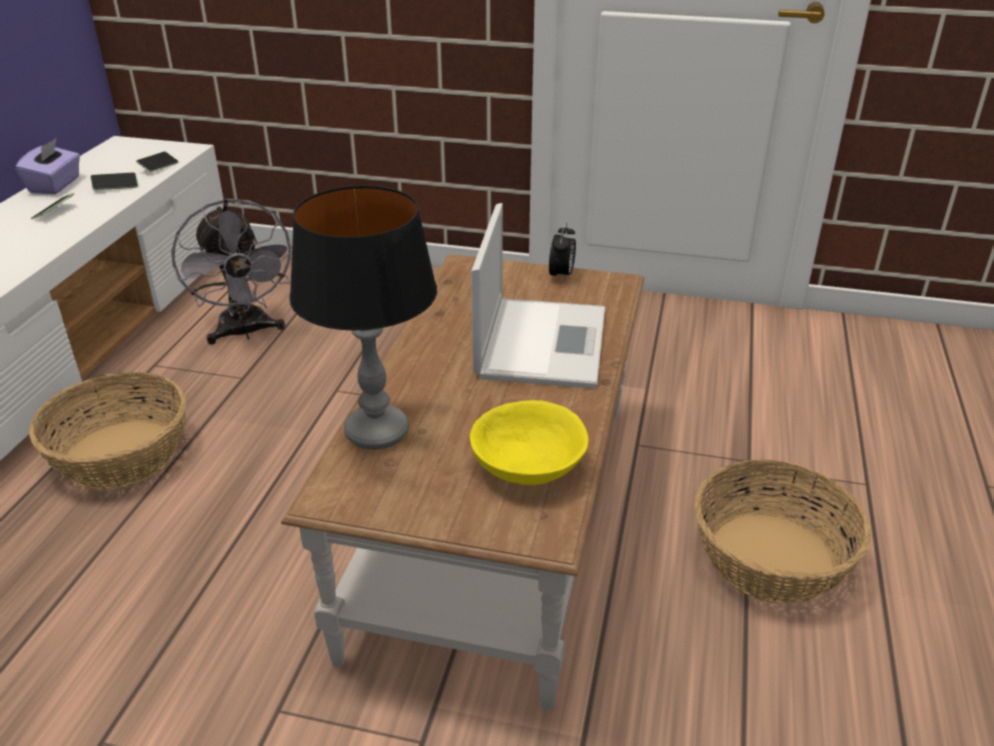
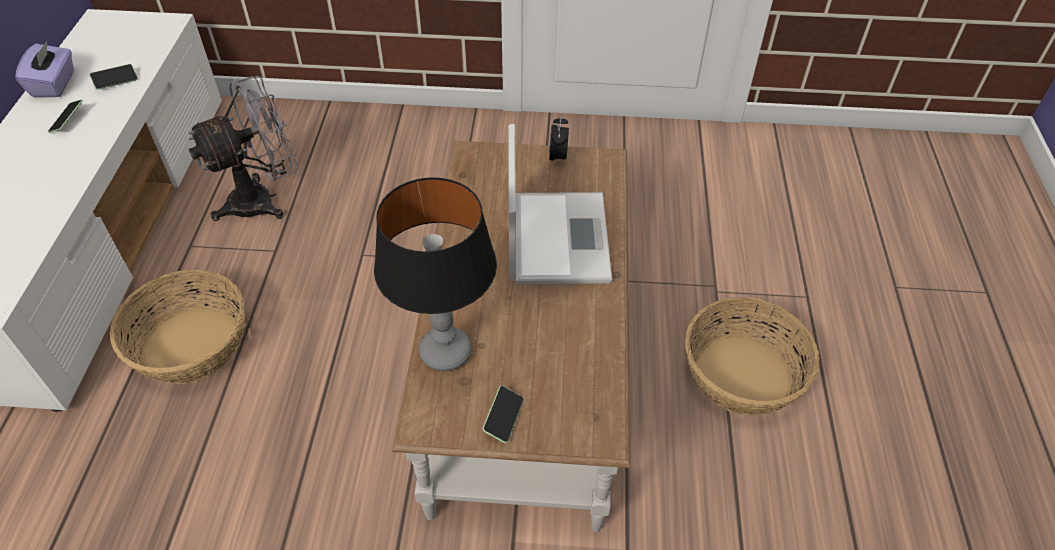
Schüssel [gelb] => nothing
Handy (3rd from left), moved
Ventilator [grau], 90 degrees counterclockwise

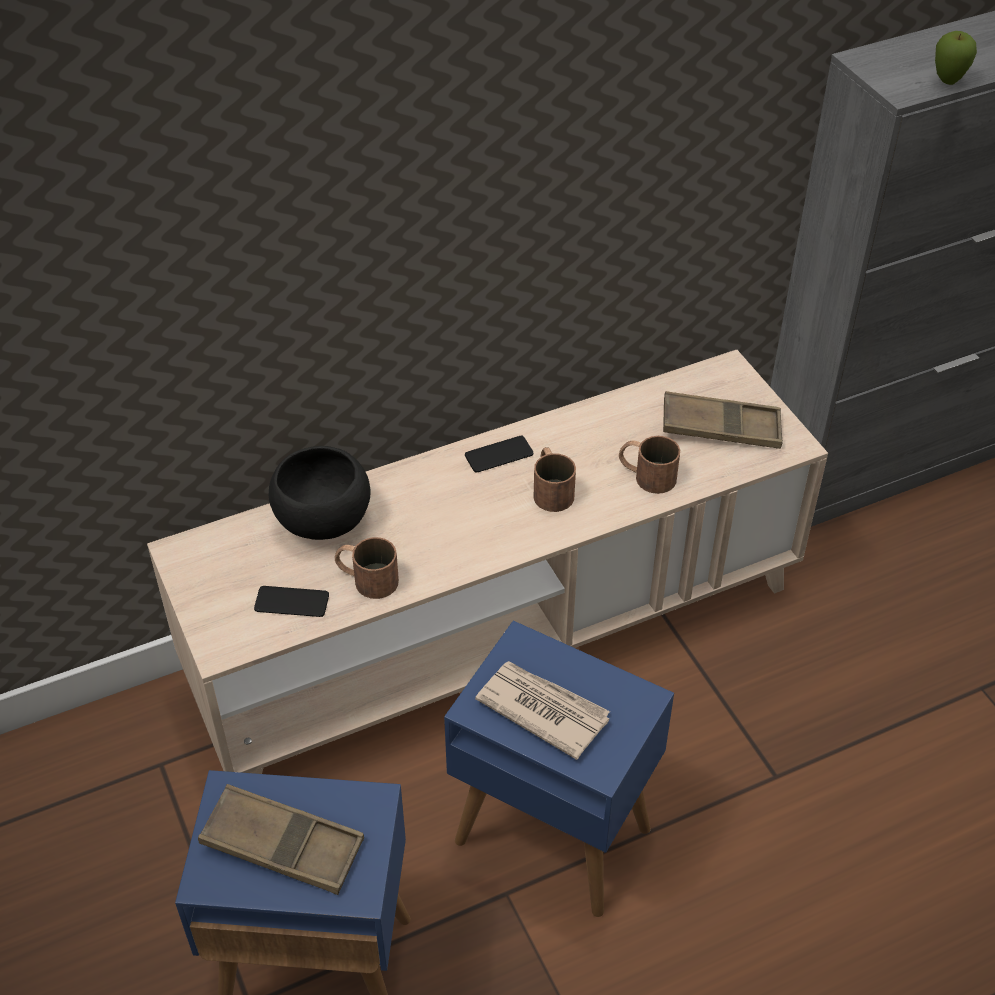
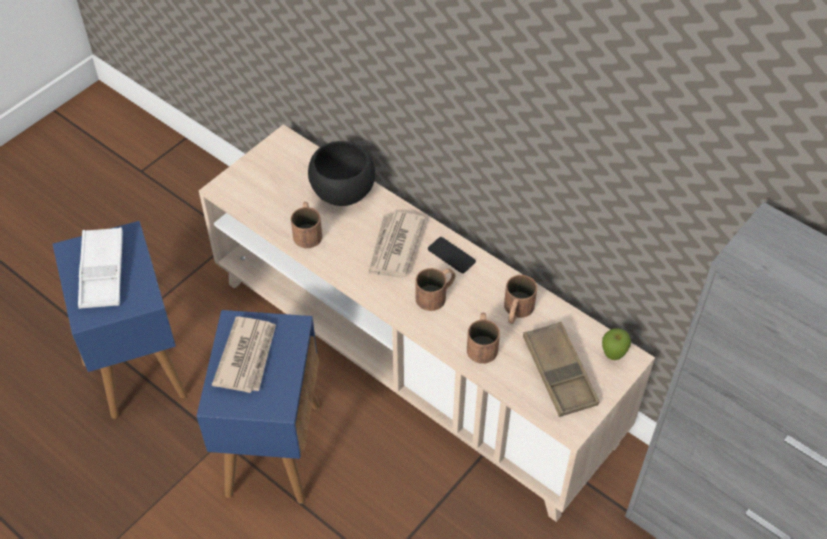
Handy (1st from left) => nothing
nothing => Zeitung (2nd from left)
nothing => Henkelbecher [braun] (4th from left)
Apfel, moved
Tablett [braun] (1st from left) => Tablett [weiß]

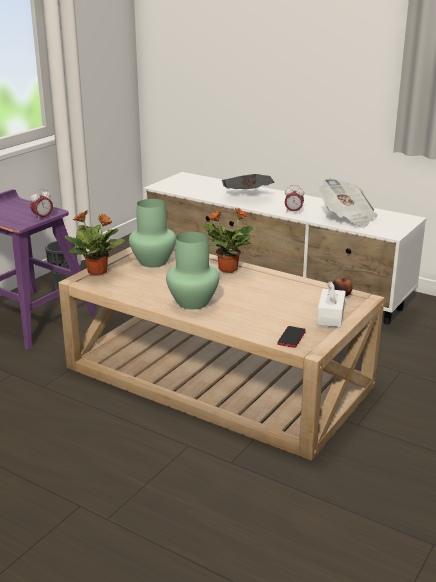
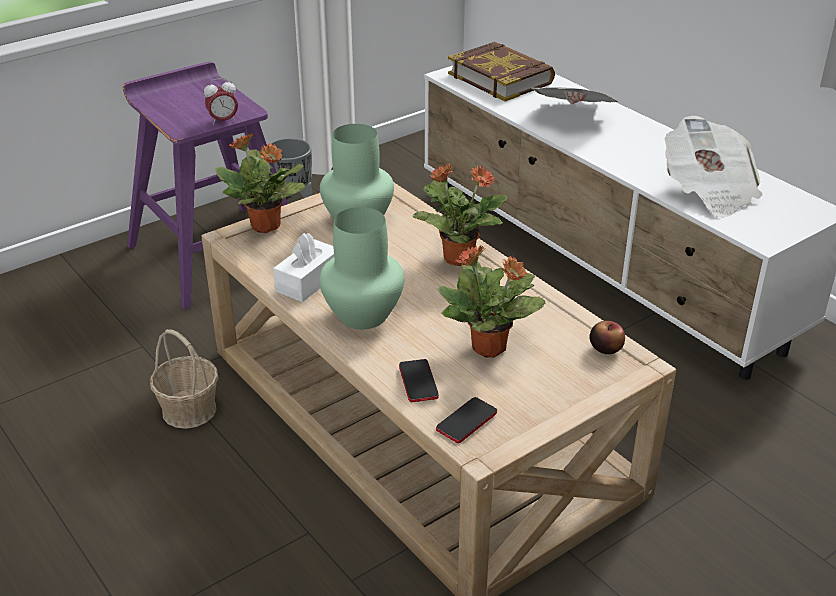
Wecker (2nd from left) => nothing
nothing => Korb
nothing => Handy (1st from left)
nothing => Topfpflanze (3rd from left)
nothing => Buch
Taschentuchbox [weiß], moved

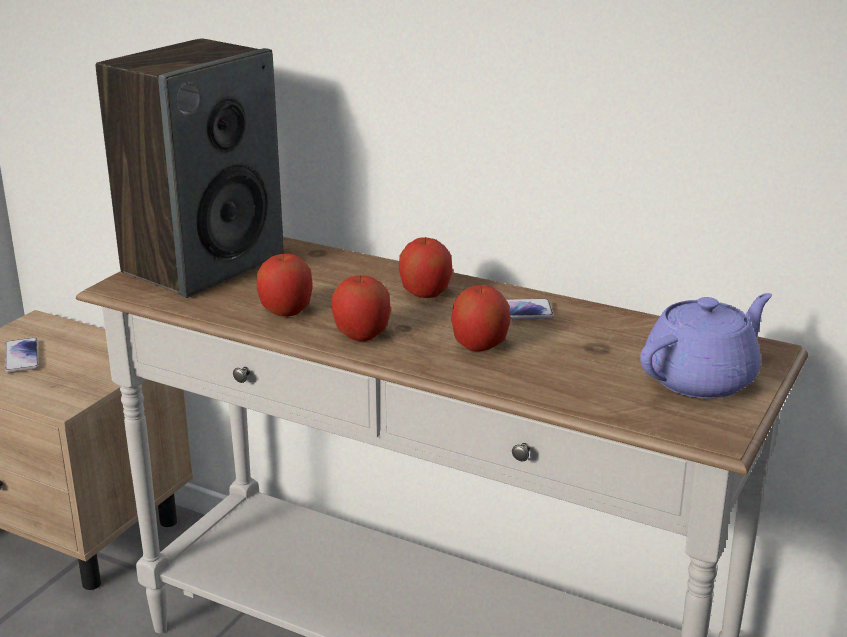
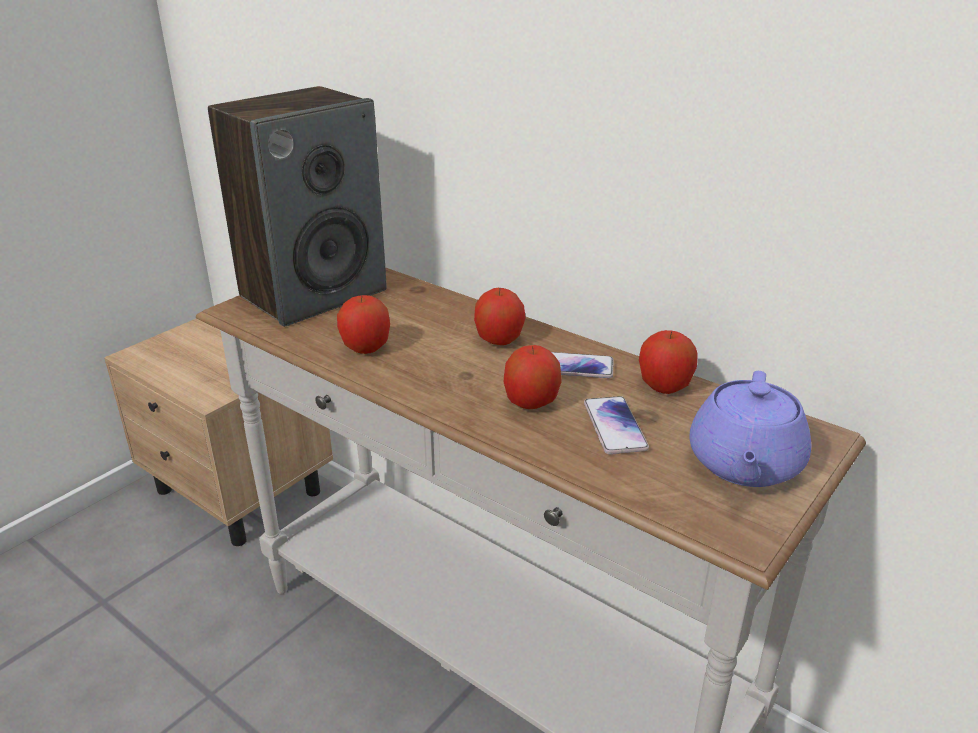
Handy (1st from left in the first image) => Handy (2nd from left), moved
Apfel (2nd from left in the first image) => Apfel (4th from left), moved
Teekanne [lila], 135 degrees clockwise

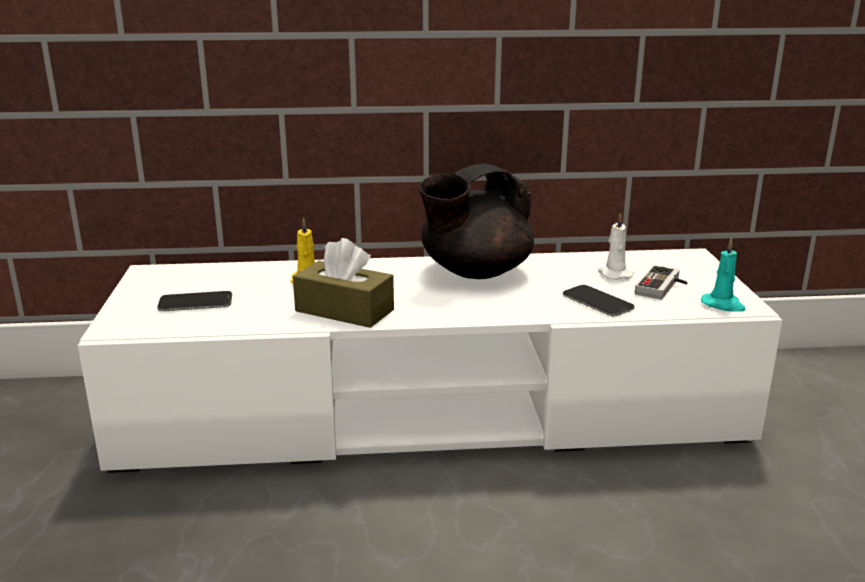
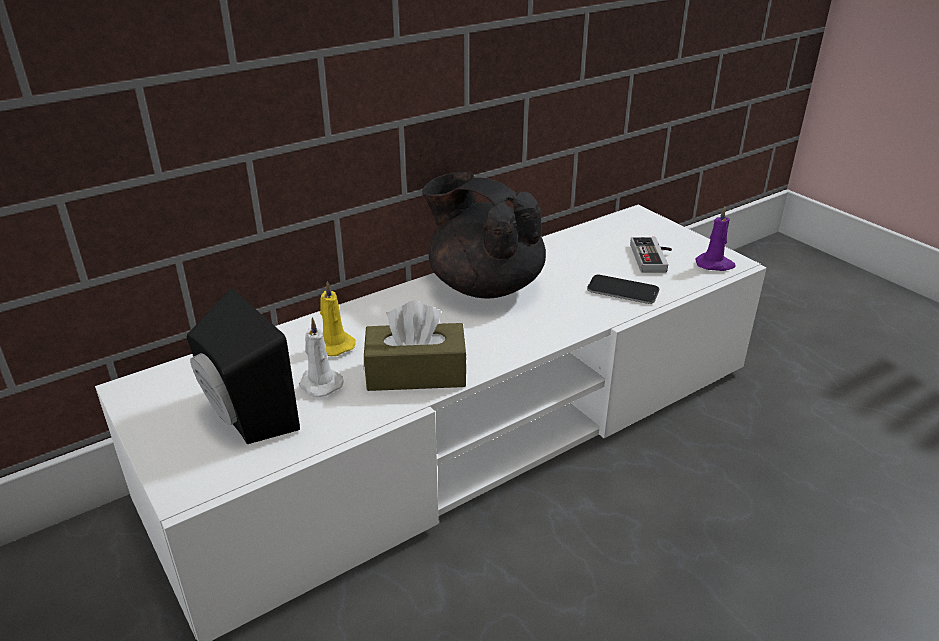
Kerze [weiß], moved
Handy (1st from left) => Lautsprecher [schwarz]
Kerze [türkis] => Kerze [lila]
Teekanne [schwarz], 105 degrees clockwise

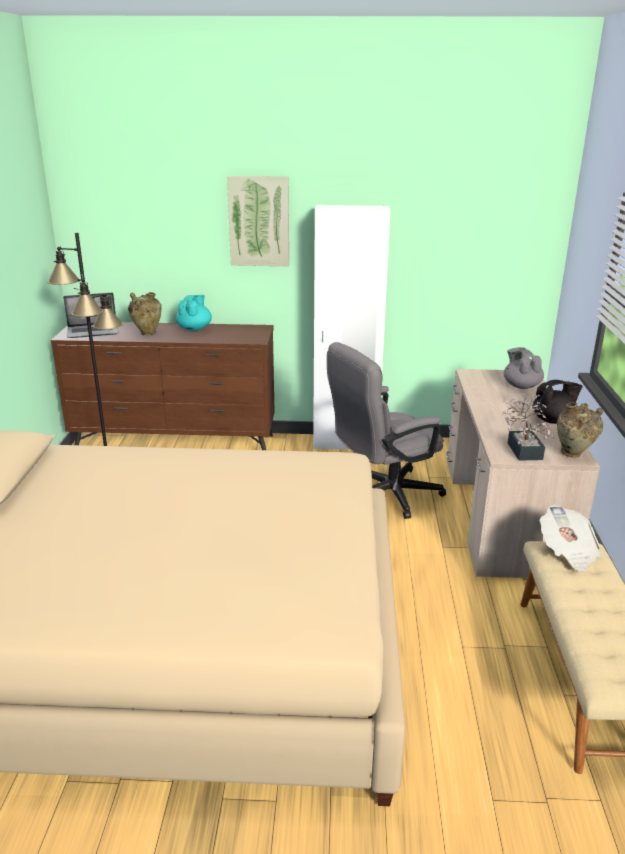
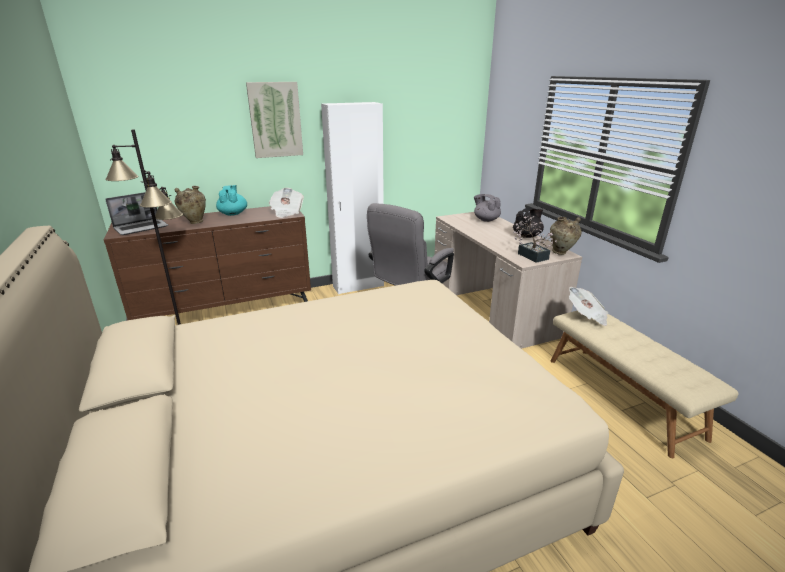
nothing => Zeitung (1st from left)

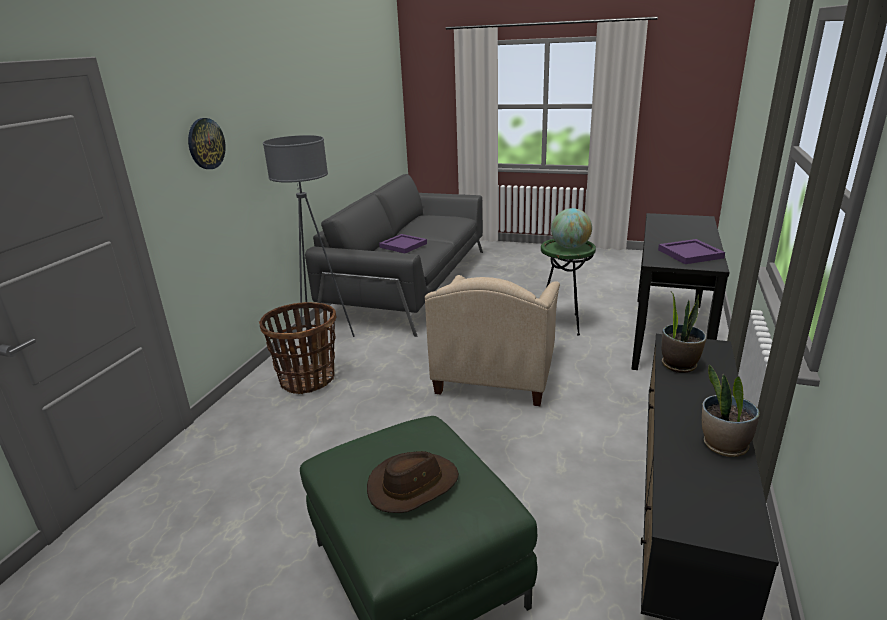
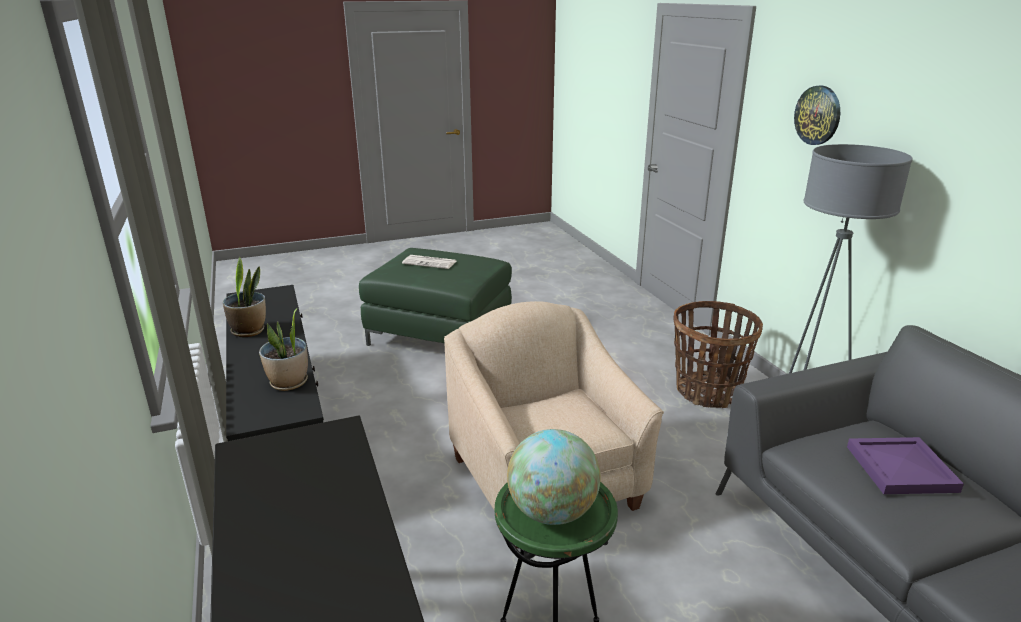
Tablett [lila] (2nd from left) => nothing
Hut [braun] => Zeitung

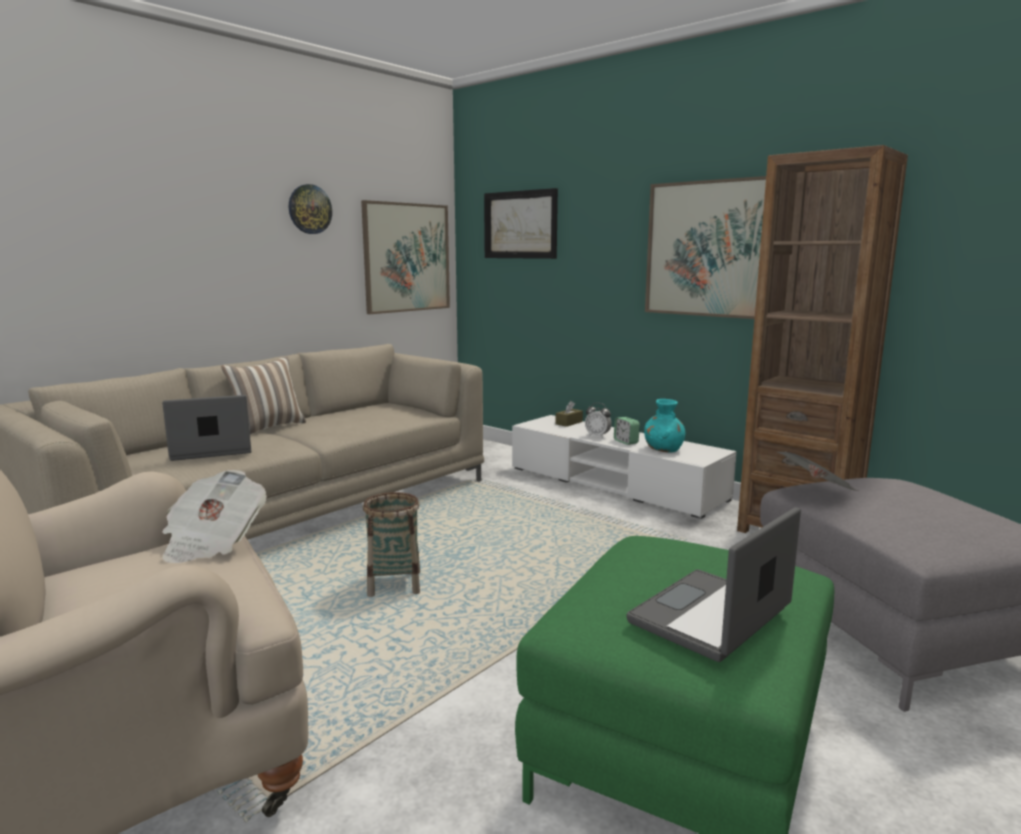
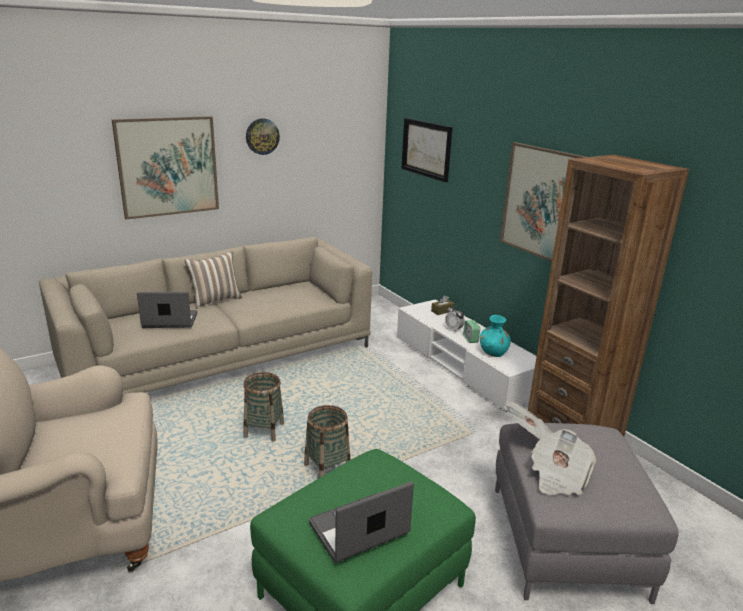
nothing => Korb (2nd from left)
Zeitung (1st from left in the first image) => Zeitung (2nd from left), moved
Bild (1st from left), moved

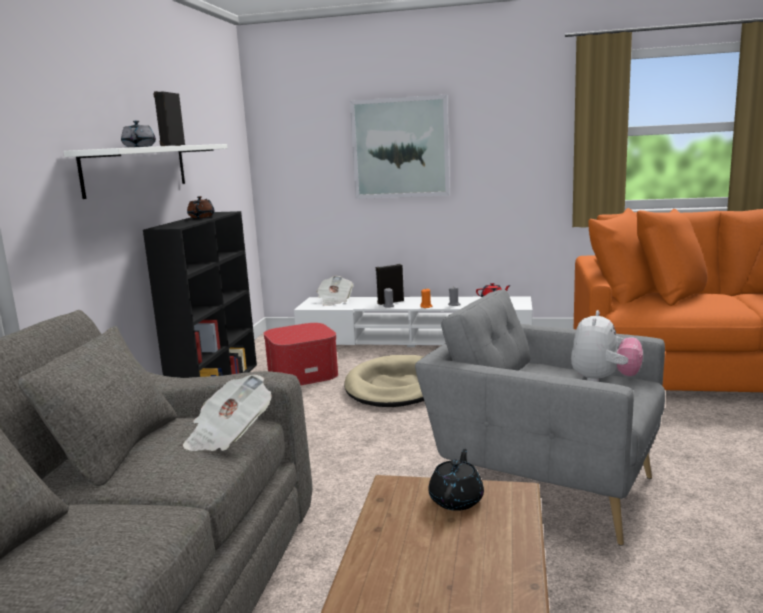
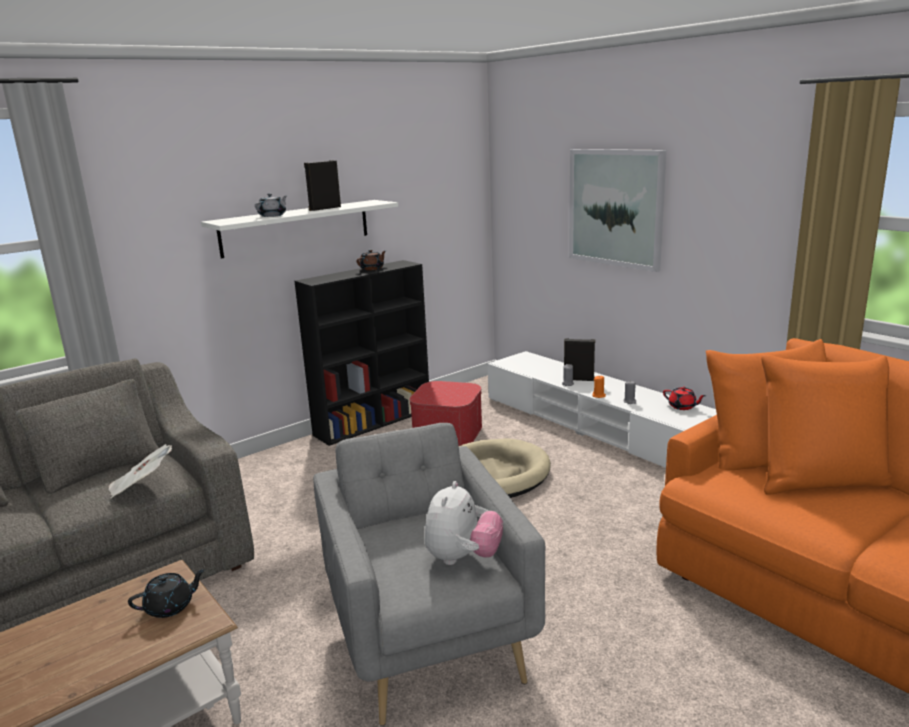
Zeitung (2nd from left) => nothing
Plüschtier, 45 degrees counterclockwise

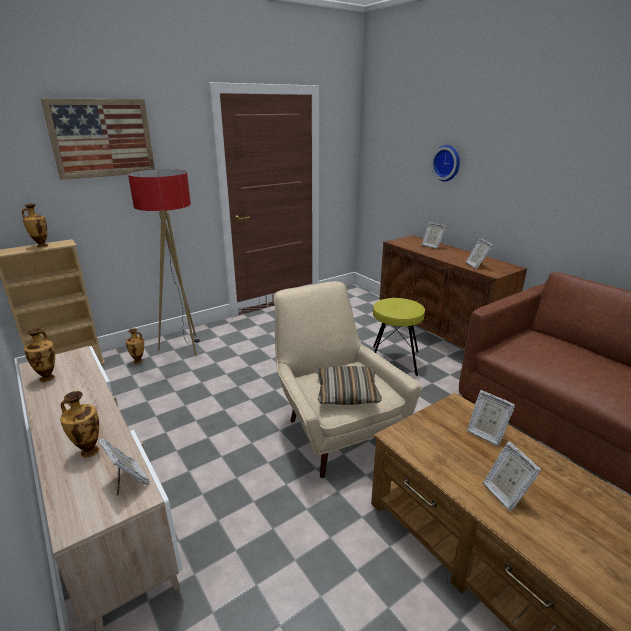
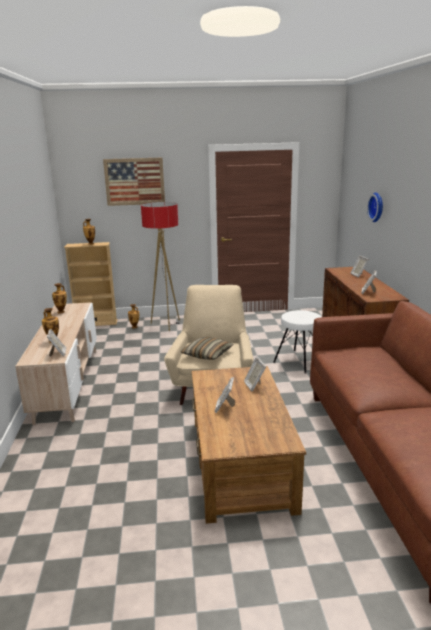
Hocker [gelb] => Hocker [weiß]

